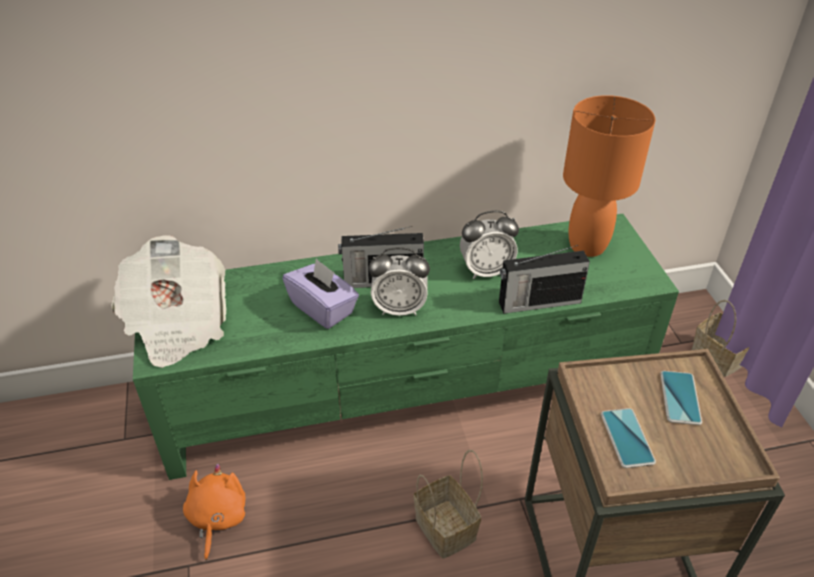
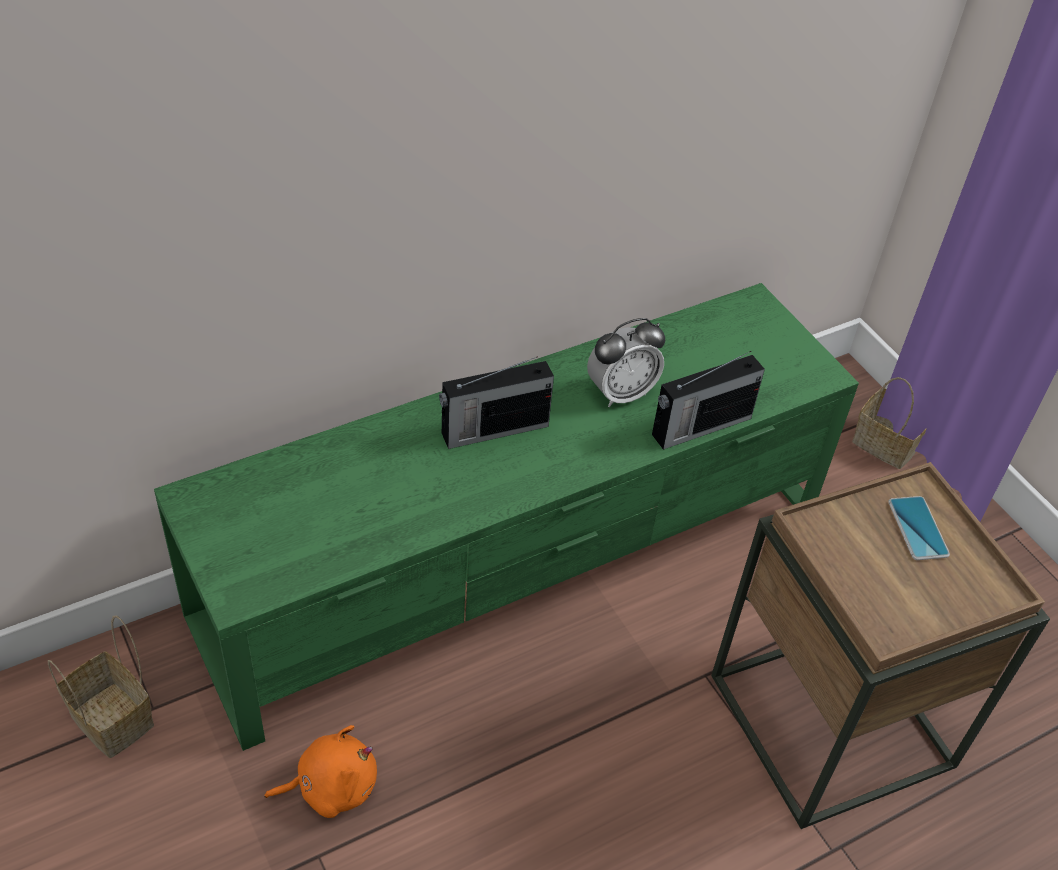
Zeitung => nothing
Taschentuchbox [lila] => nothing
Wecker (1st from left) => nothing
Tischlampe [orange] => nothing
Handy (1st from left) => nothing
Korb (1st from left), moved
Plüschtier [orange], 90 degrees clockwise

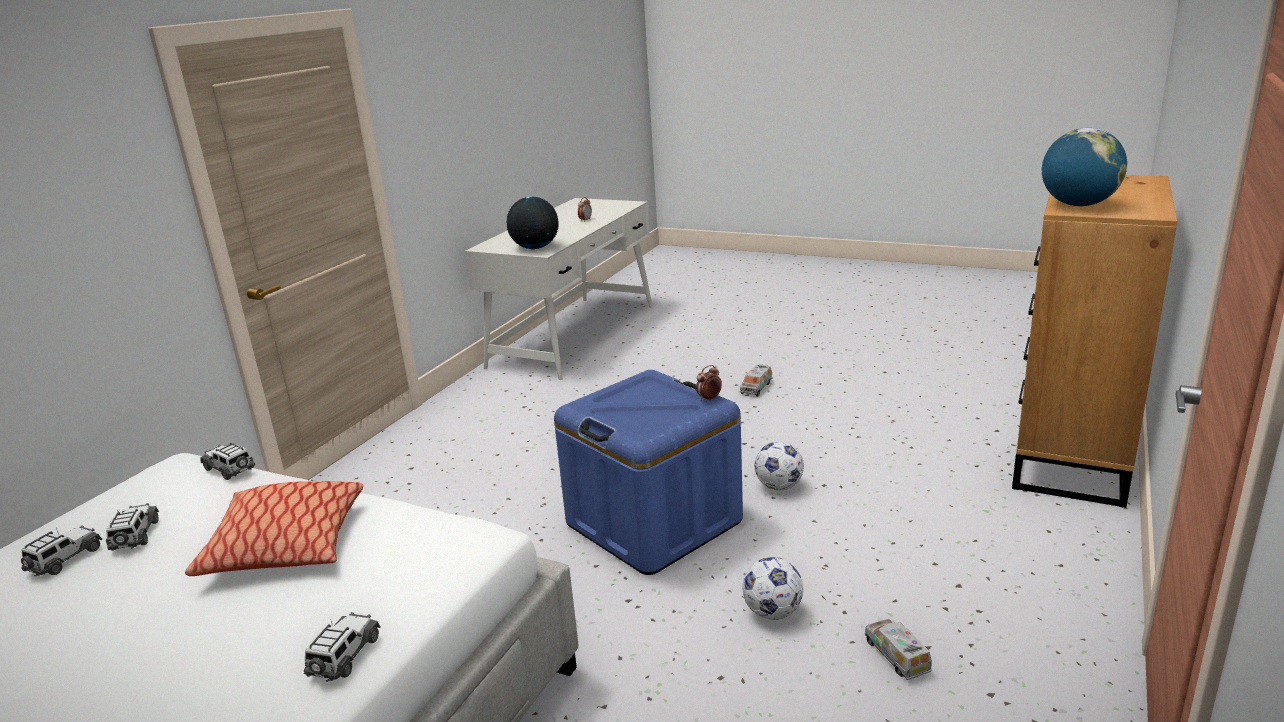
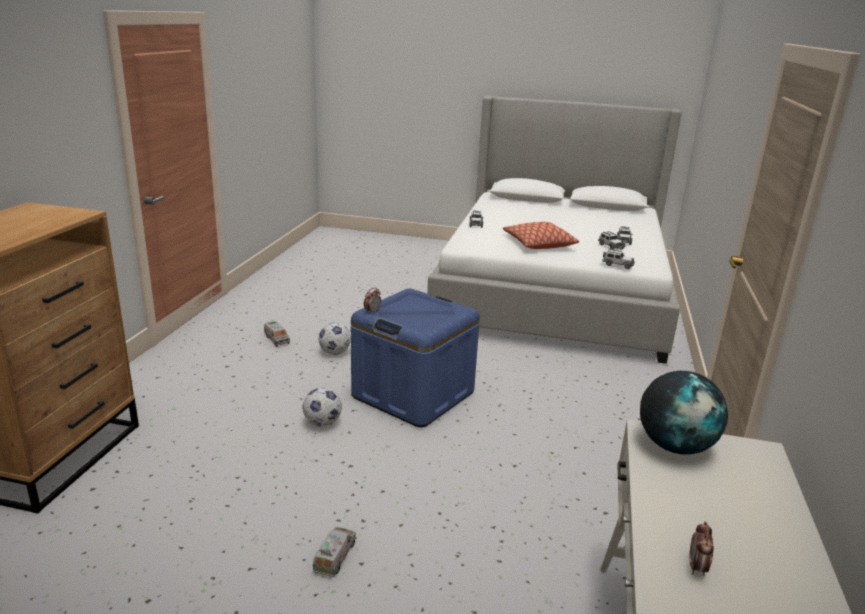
Globus (2nd from left) => nothing

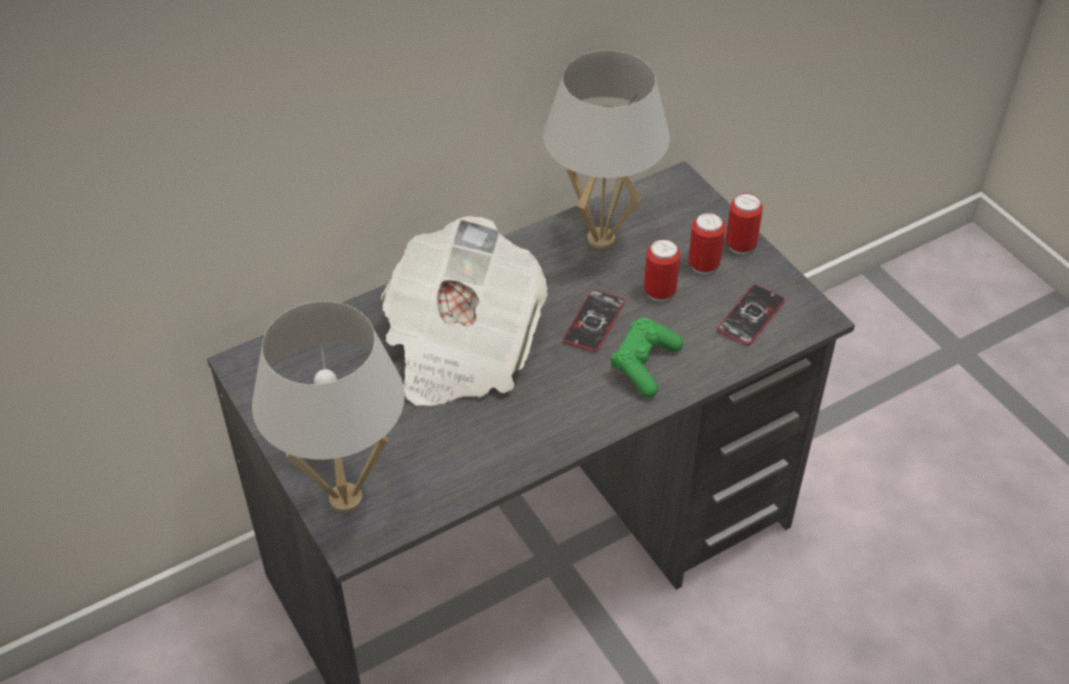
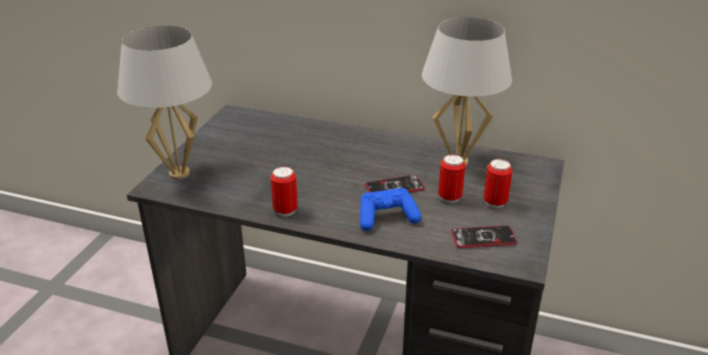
Zeitung => nothing
Dose (3rd from left in the first image) => Dose (1st from left), moved
Gamepad [grün] => Gamepad [blau]

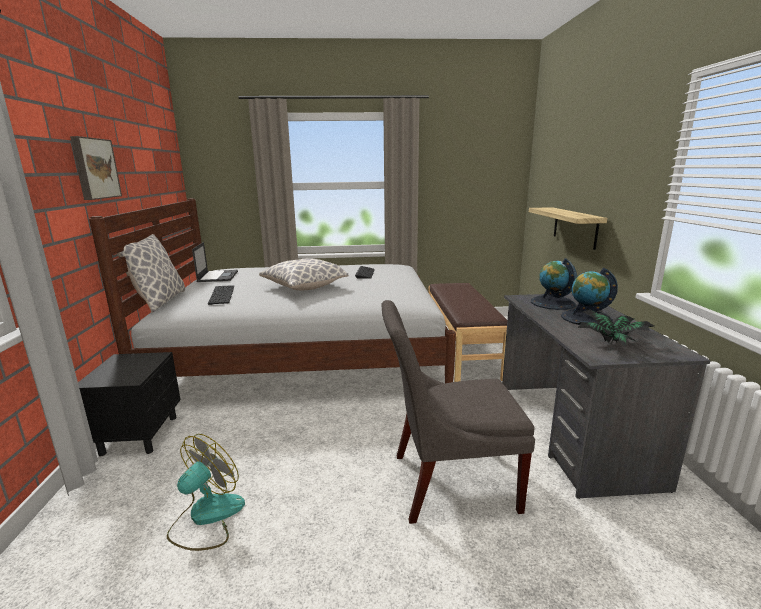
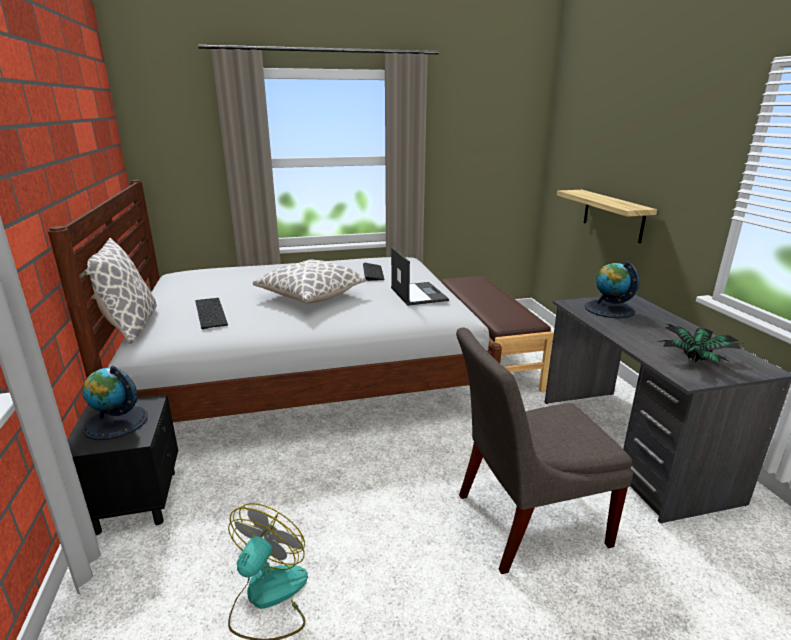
Bild => nothing
Laptop, moved
Globus (2nd from left in the first image) => Globus (1st from left), moved

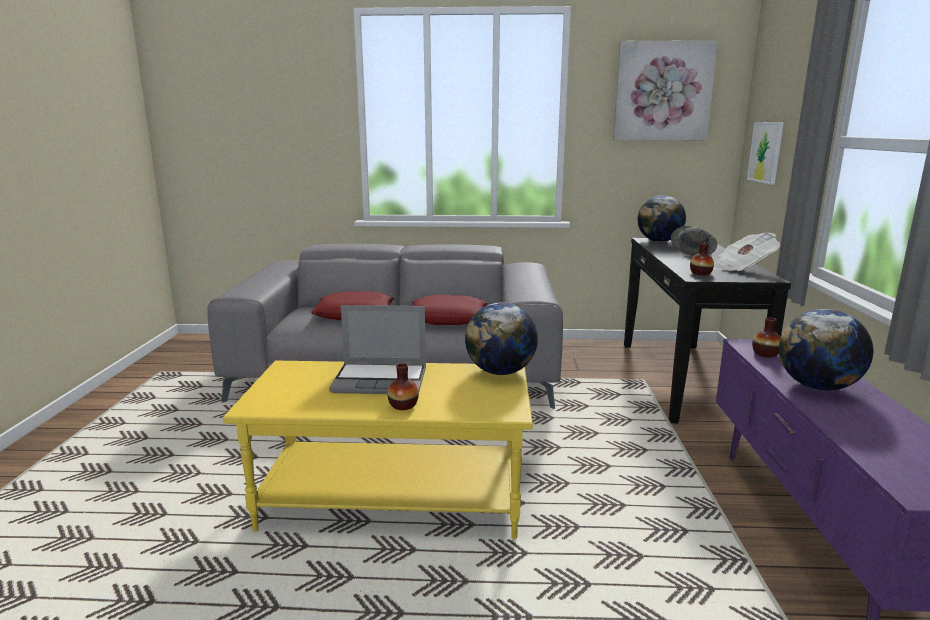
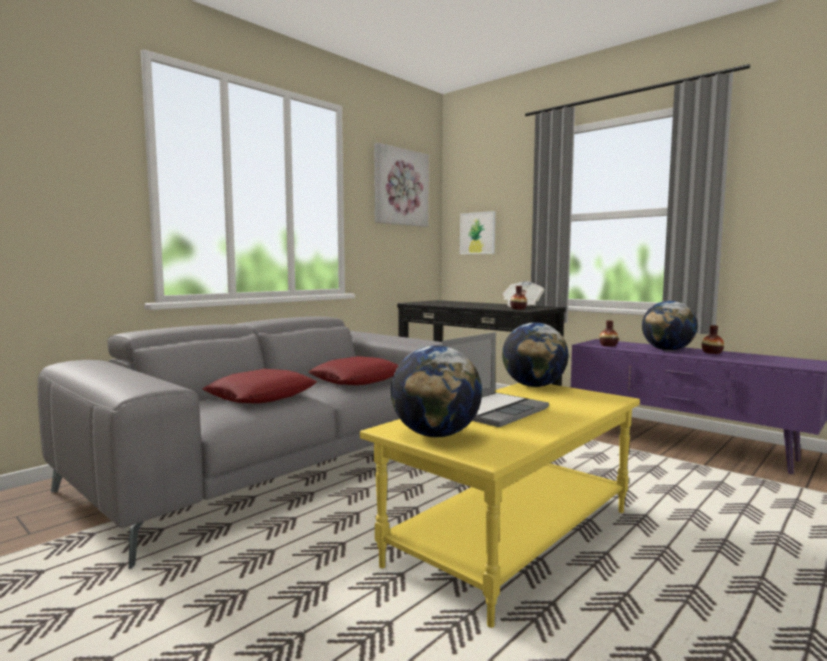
Hut [grau] => nothing
Vase (1st from left in the first image) => Vase (3rd from left), moved
Globus (2nd from left in the first image) => Globus (1st from left), moved

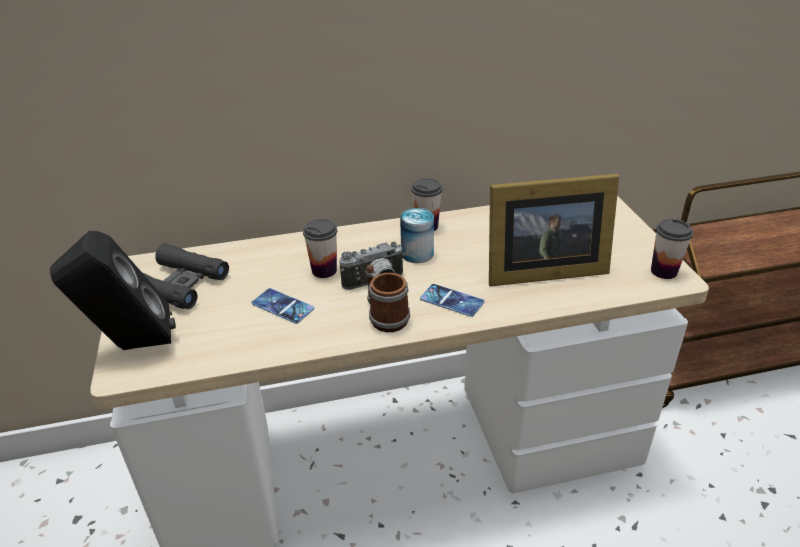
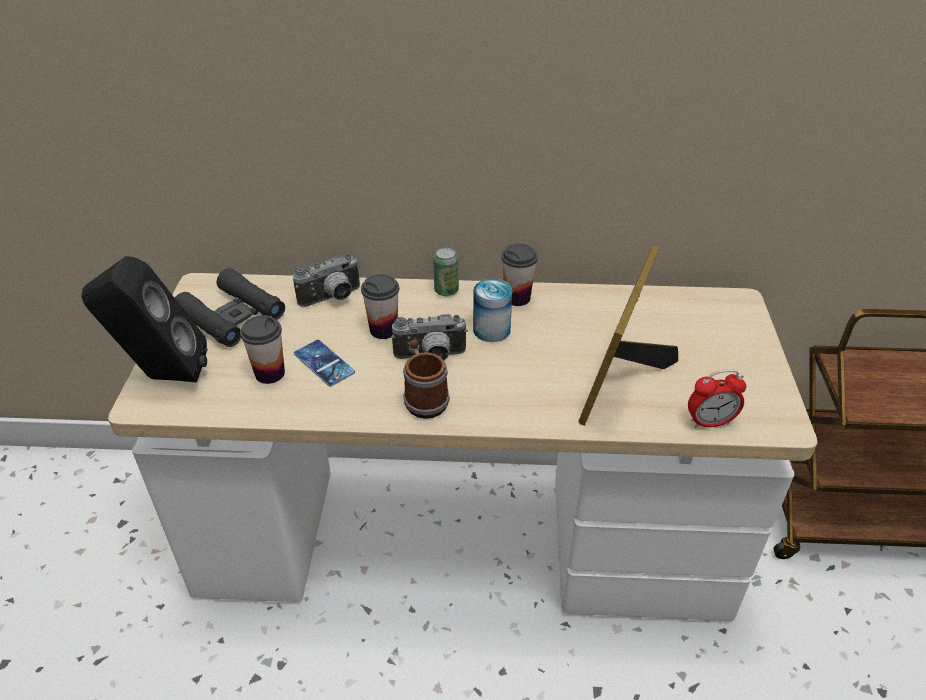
Handy (2nd from left) => nothing
nothing => Kamera (1st from left)
nothing => Dose (1st from left)
nothing => Wecker
Tasse (3rd from left in the first image) => Tasse (1st from left), moved
Bilderrahmen, 105 degrees clockwise

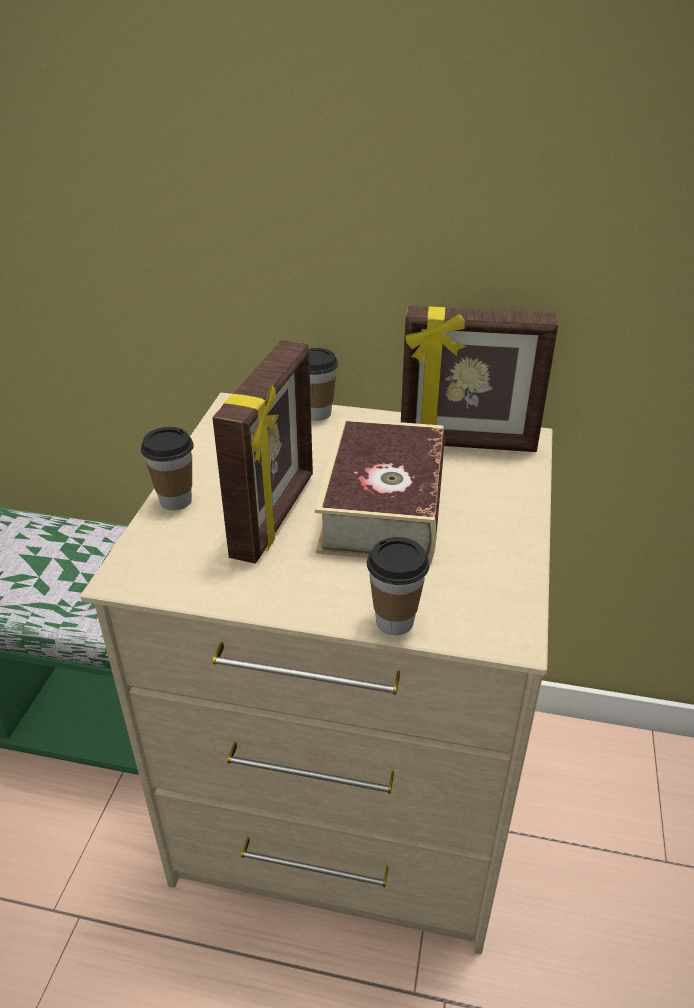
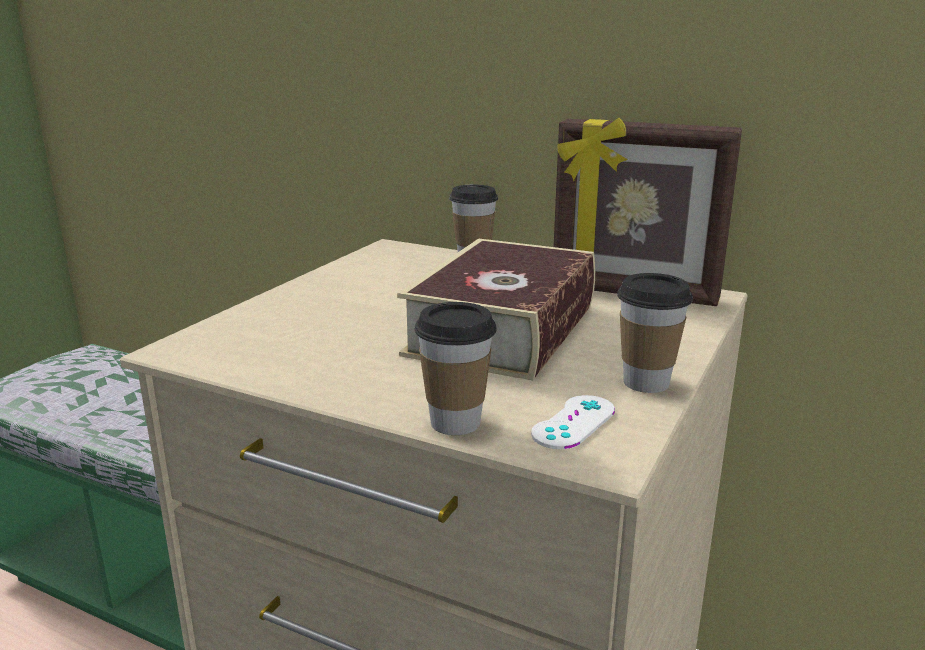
Bilderrahmen (1st from left) => nothing
nothing => Gamepad [weiß]
Tasse (1st from left in the first image) => Tasse (3rd from left), moved

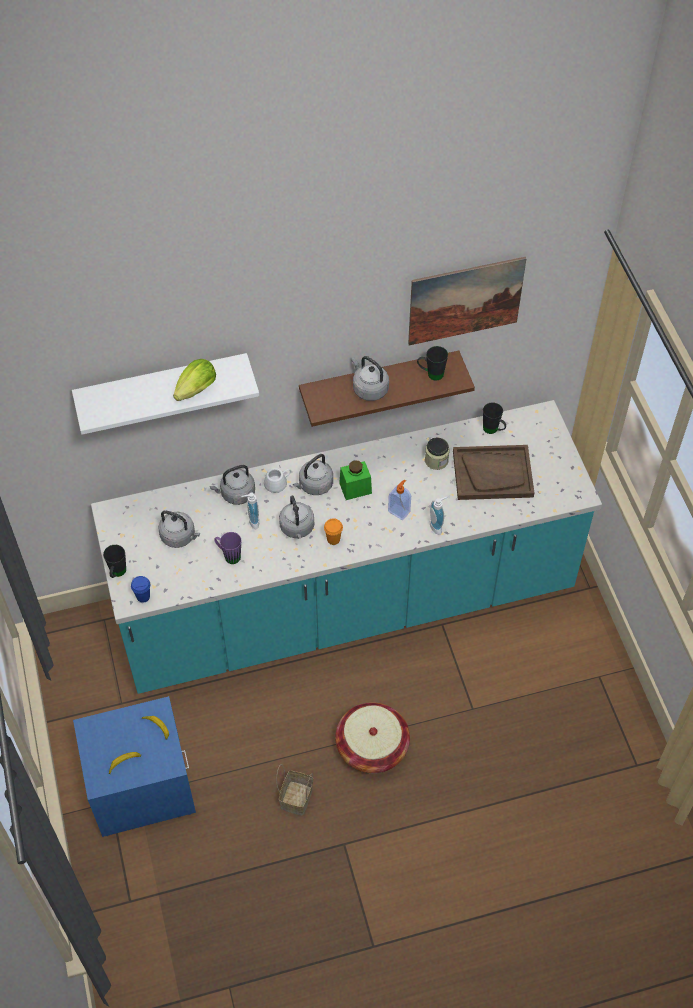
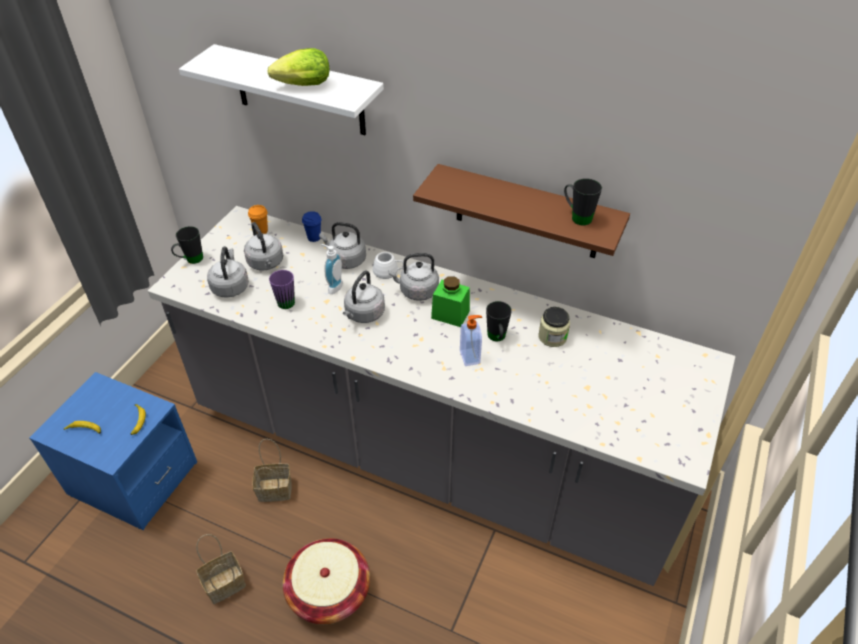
Bild => nothing
Seifenspender (3rd from left) => nothing
Tablett [braun] => nothing
nothing => Korb (2nd from left)
Tasse [blau], moved
Tasse [orange], moved
Wasserkessel [grau] (5th from left in the first image) => Wasserkessel [grau] (1st from left), moved
Henkelbecher [schwarz] (3rd from left in the first image) => Henkelbecher [schwarz] (2nd from left), moved
Küchenzeile [türkis] => Küchenzeile [grau]

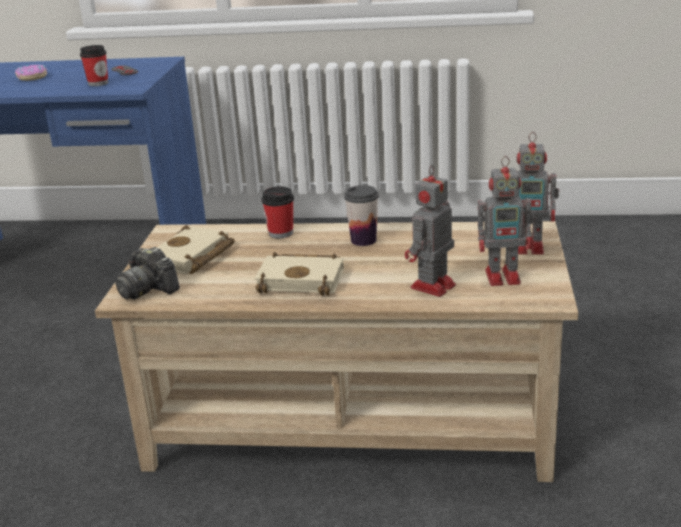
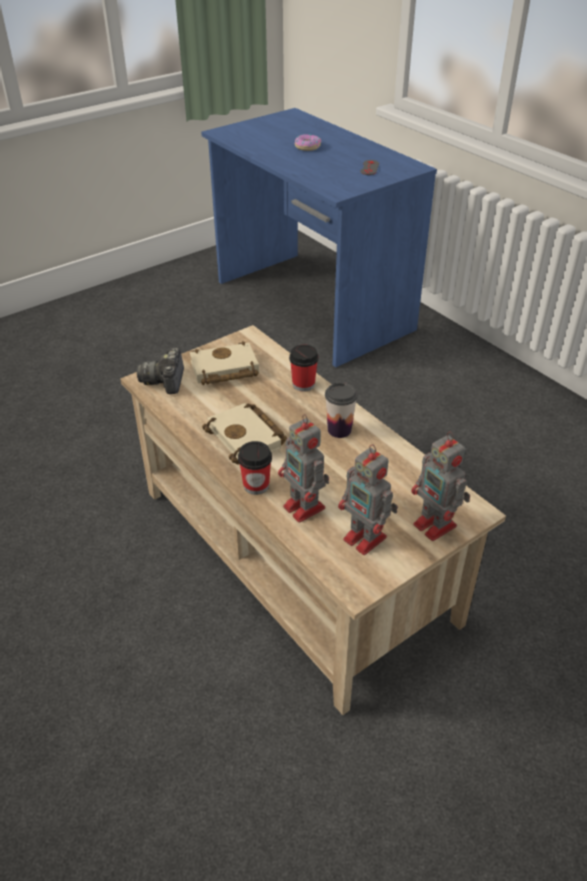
Tasse (1st from left), moved
Spielzeugroboter (1st from left), 120 degrees counterclockwise

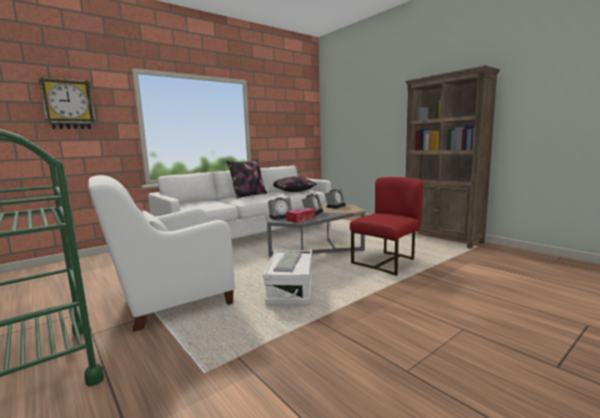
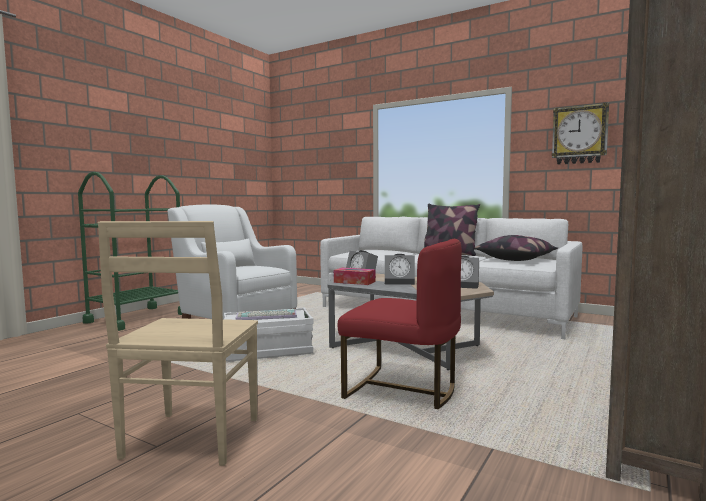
nothing => Stuhl [beige]
Wanduhr, moved

